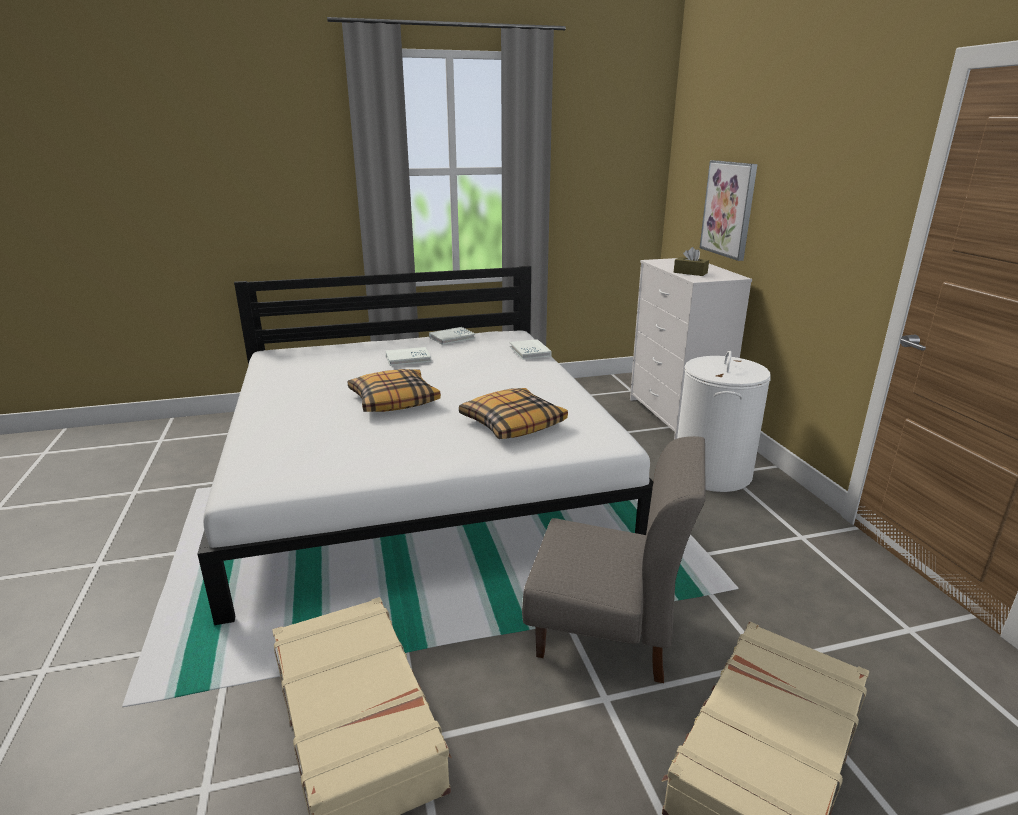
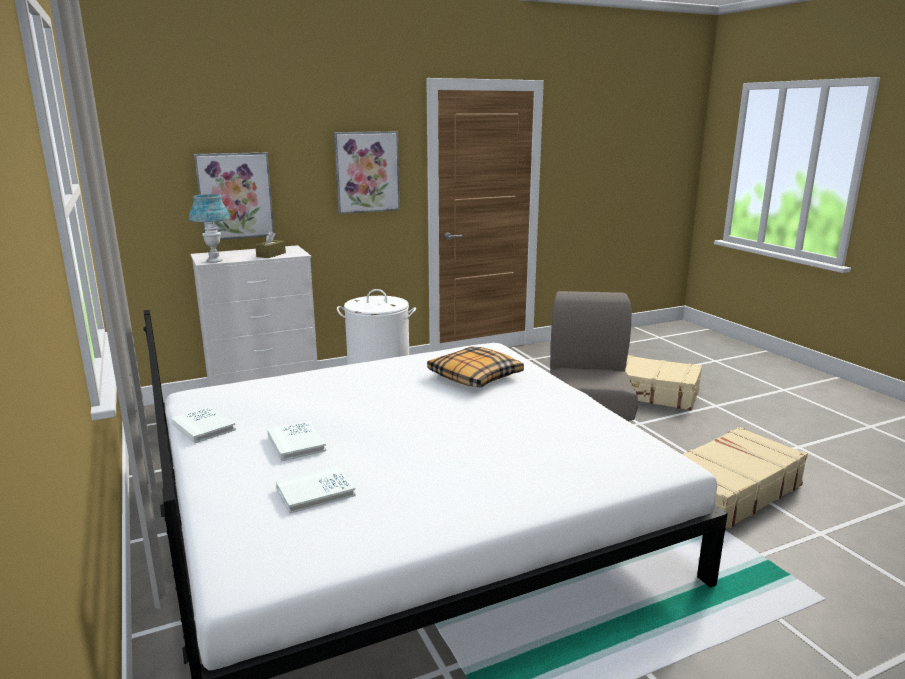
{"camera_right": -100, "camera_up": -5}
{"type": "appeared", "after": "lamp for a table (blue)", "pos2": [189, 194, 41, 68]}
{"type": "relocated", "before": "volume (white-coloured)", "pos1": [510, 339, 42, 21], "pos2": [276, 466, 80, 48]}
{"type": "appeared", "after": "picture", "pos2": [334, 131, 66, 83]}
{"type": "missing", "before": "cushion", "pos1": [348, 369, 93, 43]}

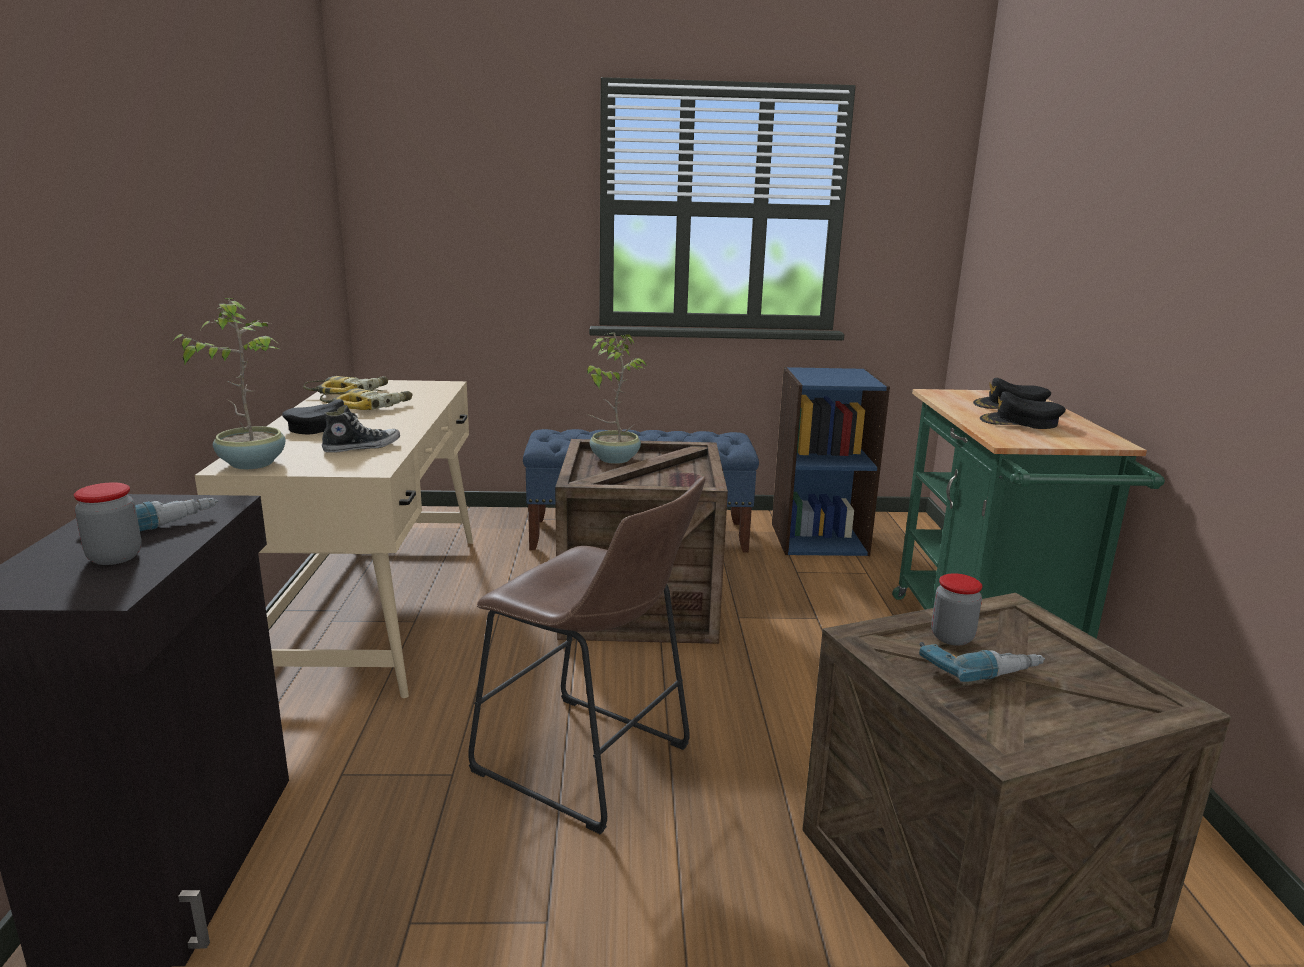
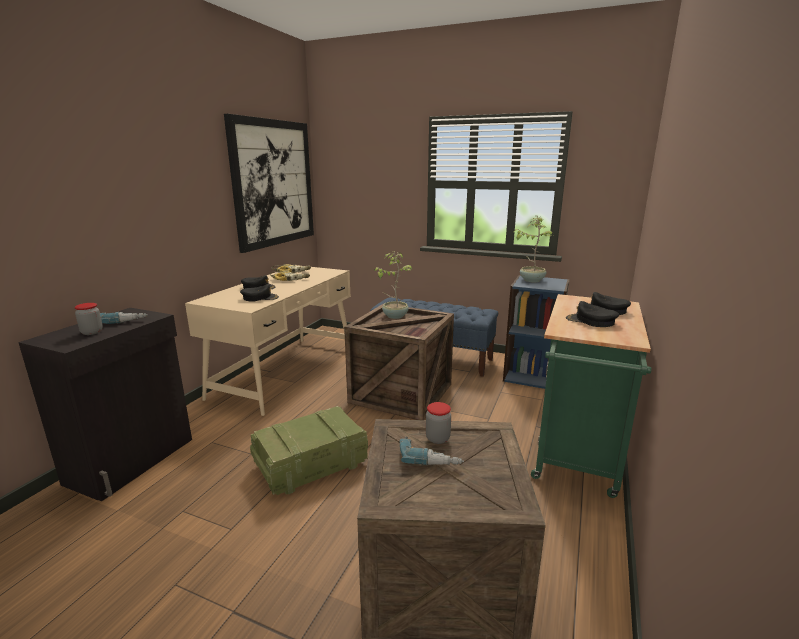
{"camera_right": 25, "camera_up": 0}
{"type": "appeared", "after": "picture", "pos2": [224, 114, 90, 139]}
{"type": "exchanged", "before": "item of footwear", "after": "peaked cap (blackish)", "pos1": [322, 405, 78, 48], "pos2": [240, 284, 39, 18]}
{"type": "exchanged", "before": "sitting stool (brown)", "after": "packing crate", "pos1": [468, 476, 237, 358], "pos2": [250, 406, 118, 89]}
{"type": "relocated", "before": "houseplant", "pos1": [172, 298, 114, 171], "pos2": [514, 216, 40, 66]}

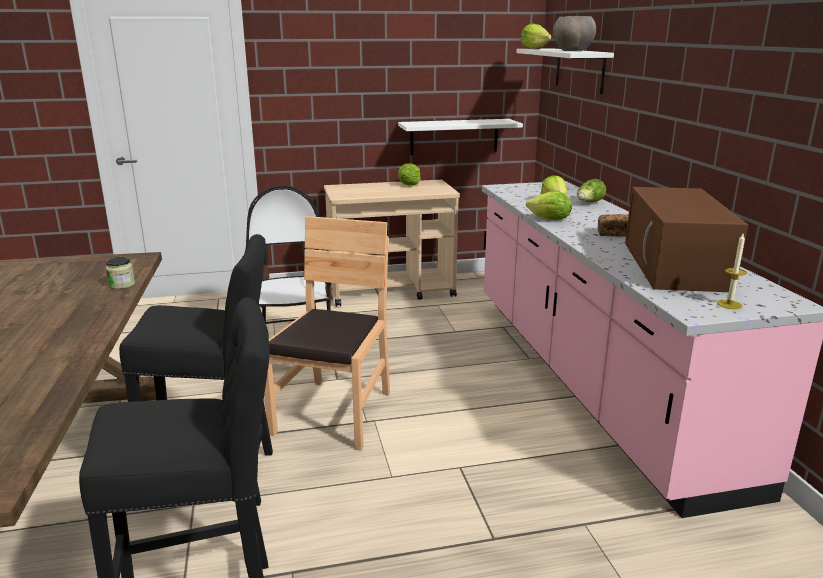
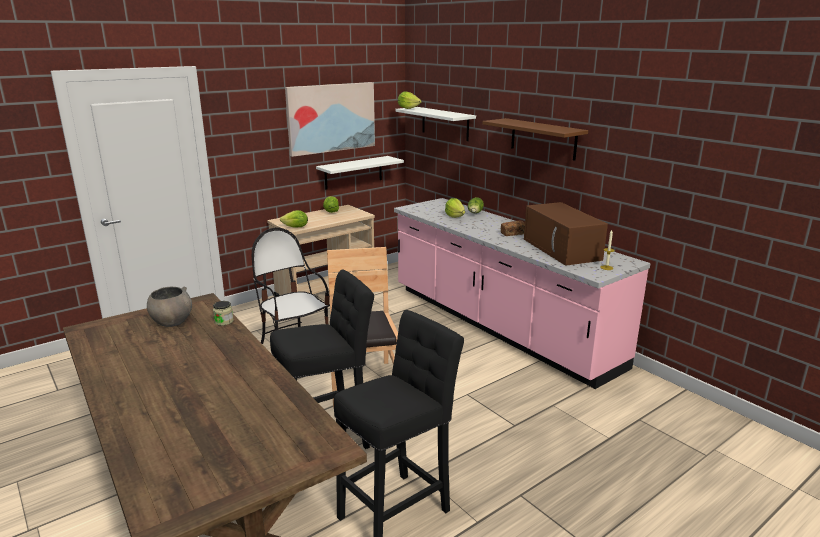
{"camera_right": -25, "camera_up": 0}
{"type": "relocated", "before": "bowl (gray)", "pos1": [553, 16, 43, 35], "pos2": [147, 287, 45, 40]}
{"type": "relocated", "before": "head of lettuce", "pos1": [526, 191, 46, 29], "pos2": [280, 210, 28, 18]}
{"type": "appeared", "after": "picture", "pos2": [285, 82, 90, 75]}
{"type": "appeared", "after": "bracket shelf (brown)", "pos2": [482, 118, 106, 43]}

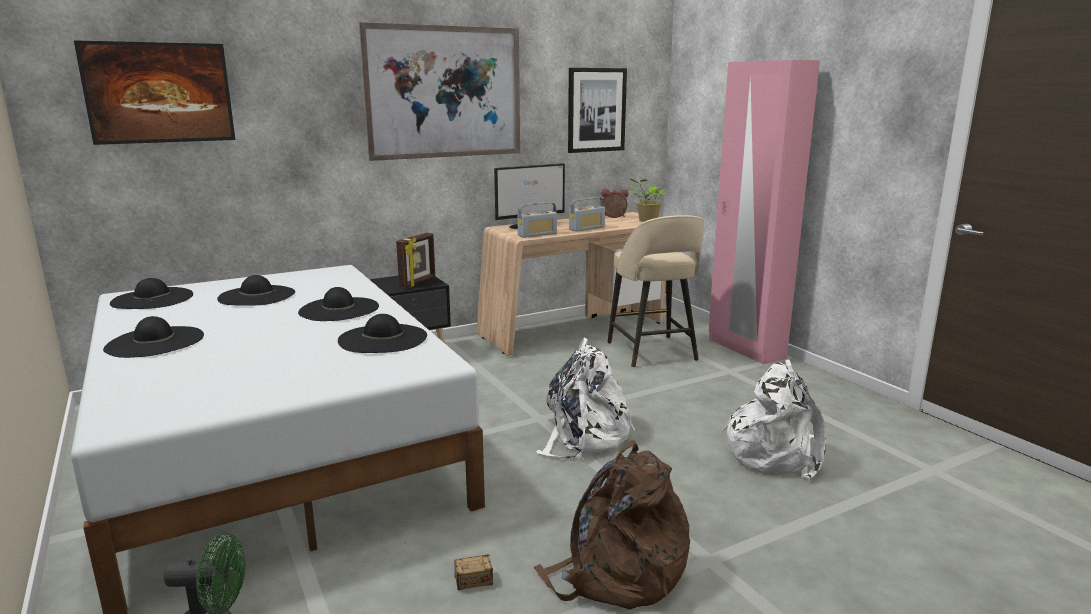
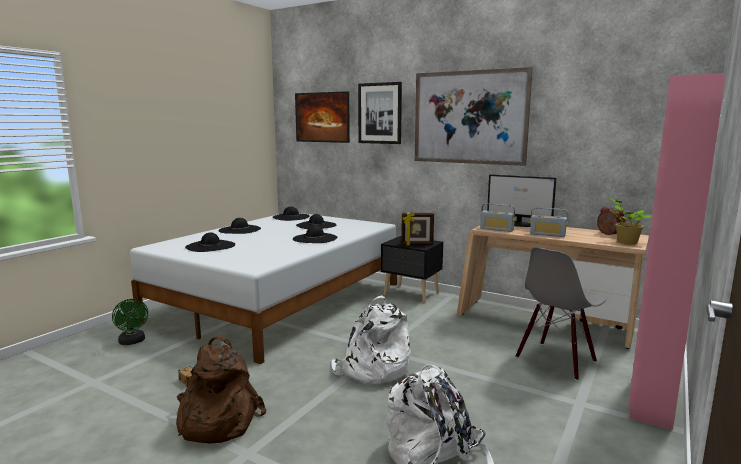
{"camera_right": 60, "camera_up": -5}
{"type": "relocated", "before": "clothing hat (blackish)", "pos1": [338, 314, 89, 39], "pos2": [185, 232, 50, 20]}
{"type": "relocated", "before": "picture", "pos1": [568, 68, 59, 85], "pos2": [358, 82, 44, 62]}
{"type": "exchanged", "before": "sitting stool (beige-coloured)", "after": "plain chair (gray)", "pos1": [608, 215, 96, 152], "pos2": [516, 247, 90, 134]}

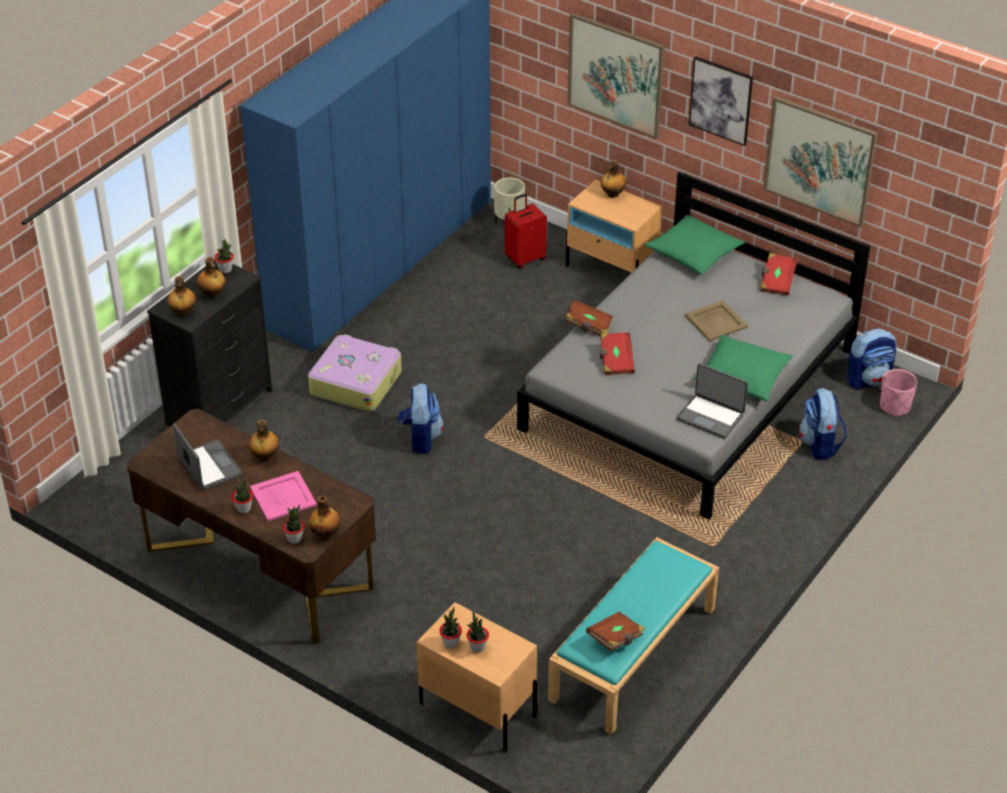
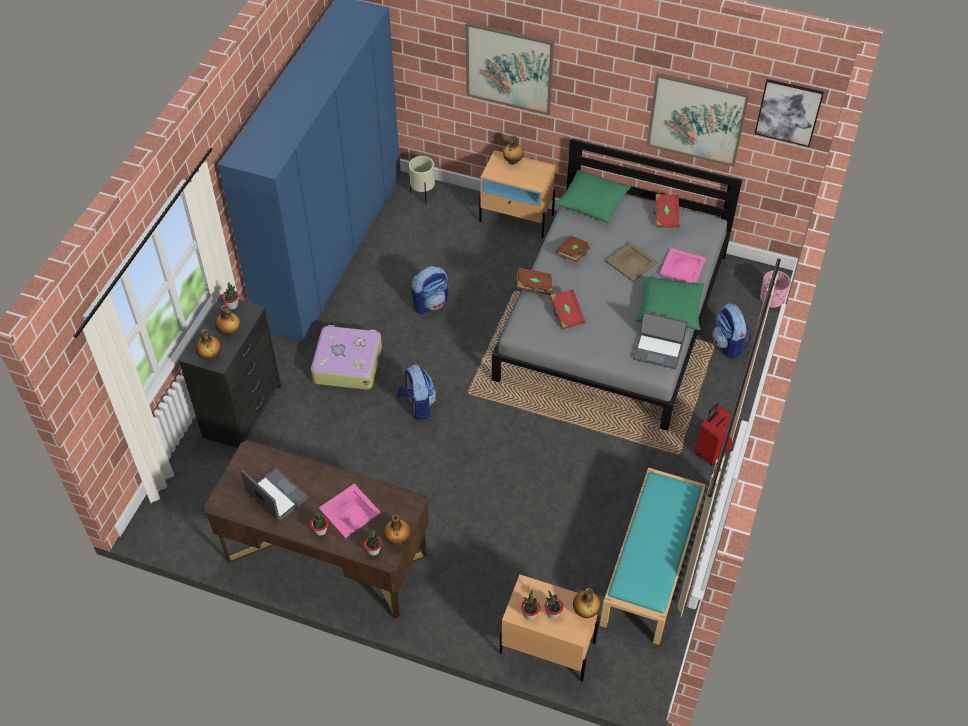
{"camera_right": -15, "camera_up": 10}
{"type": "relocated", "before": "knapsack", "pos1": [847, 328, 49, 61], "pos2": [411, 266, 37, 48]}
{"type": "relocated", "before": "volume (brown)", "pos1": [586, 612, 59, 39], "pos2": [556, 236, 36, 26]}
{"type": "relocated", "before": "bottle", "pos1": [249, 420, 30, 42], "pos2": [573, 588, 27, 30]}
{"type": "appeared", "after": "carrying tray (pinkish)", "pos2": [660, 248, 46, 35]}
{"type": "relocated", "before": "piece of luggage (red-coloured)", "pos1": [505, 194, 42, 75], "pos2": [694, 403, 45, 62]}
{"type": "relocated", "before": "picture", "pos1": [689, 56, 64, 90], "pos2": [755, 79, 69, 68]}

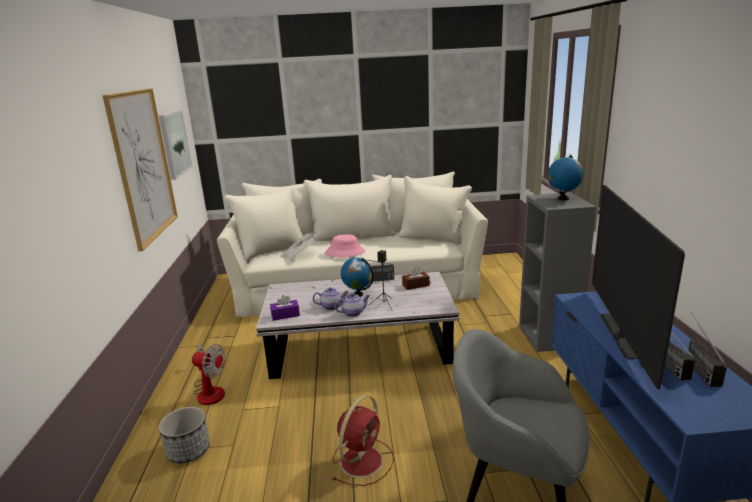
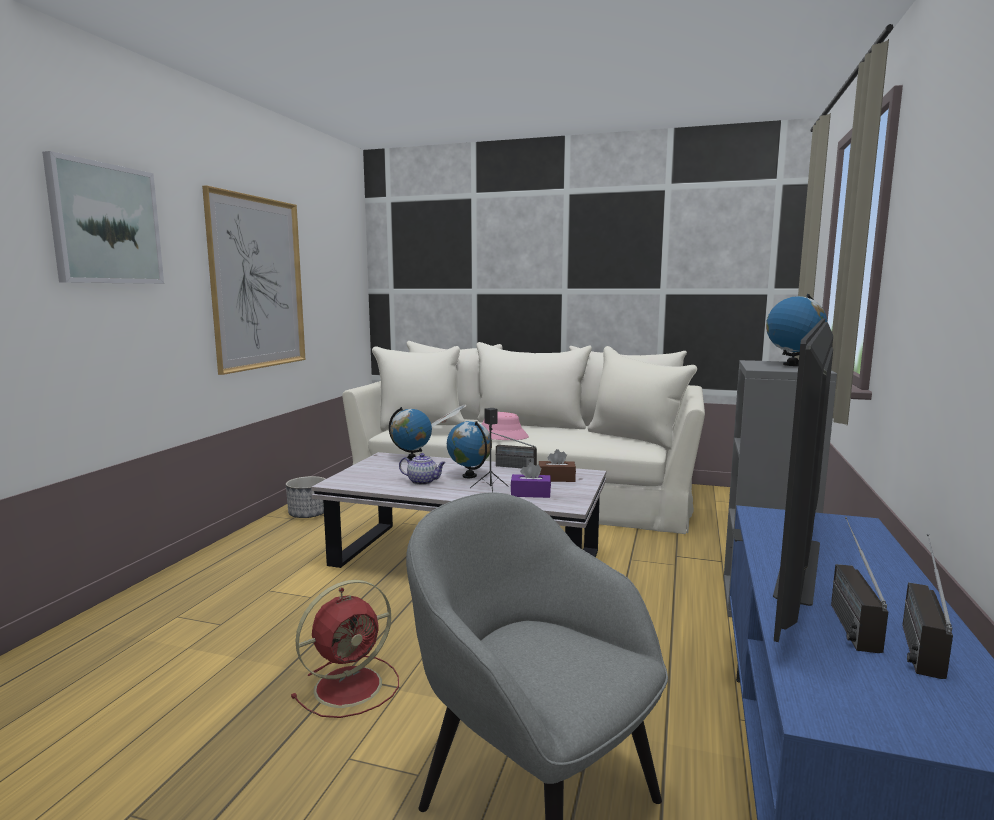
{"camera_right": 20, "camera_up": -10}
{"type": "relocated", "before": "picture", "pos1": [159, 110, 34, 70], "pos2": [42, 151, 122, 133]}
{"type": "relocated", "before": "plant pot", "pos1": [158, 407, 52, 56], "pos2": [286, 476, 40, 42]}
{"type": "appeared", "after": "desk globe", "pos2": [389, 407, 43, 54]}
{"type": "relocated", "before": "tissue box (purple-coloured)", "pos1": [270, 295, 30, 26], "pos2": [510, 462, 41, 36]}
{"type": "missing", "before": "electric fan", "pos1": [192, 343, 33, 62]}
{"type": "missing", "before": "pot for tea", "pos1": [335, 293, 35, 24]}

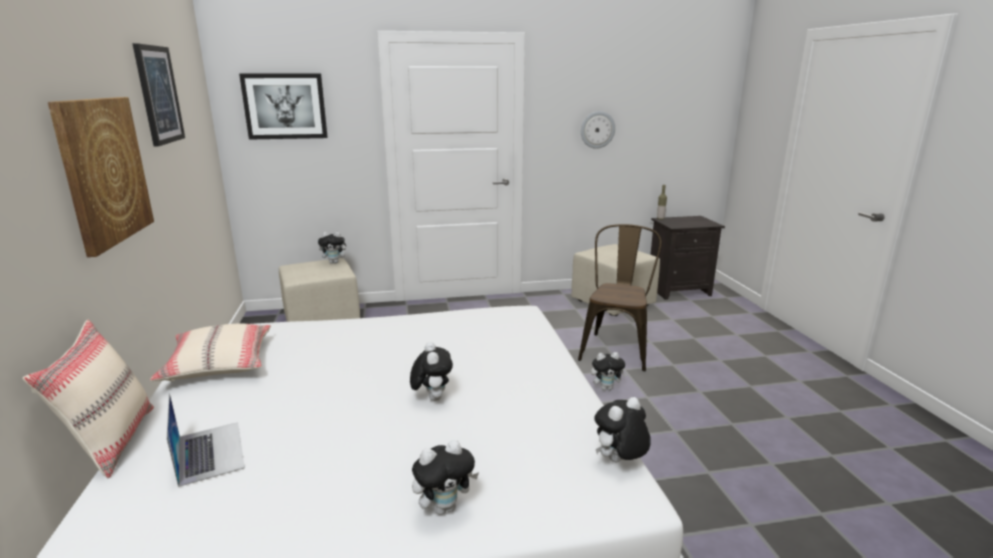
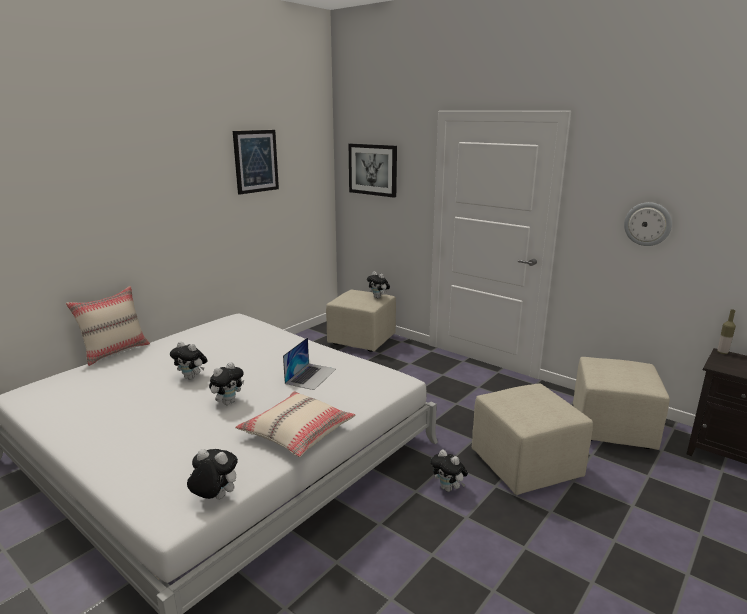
{"camera_right": 50, "camera_up": 0}
{"type": "relocated", "before": "plush toy", "pos1": [412, 440, 67, 75], "pos2": [170, 341, 38, 39]}
{"type": "relocated", "before": "cushion (beige-coloured)", "pos1": [150, 323, 121, 59], "pos2": [235, 391, 120, 66]}
{"type": "relocated", "before": "laptop", "pos1": [166, 393, 79, 94], "pos2": [283, 337, 53, 53]}
{"type": "exchanged", "before": "plain chair (brown)", "after": "pouffe (beige-coloured)", "pos1": [578, 224, 84, 147], "pos2": [472, 383, 121, 112]}
{"type": "missing", "before": "picture", "pos1": [48, 97, 106, 160]}

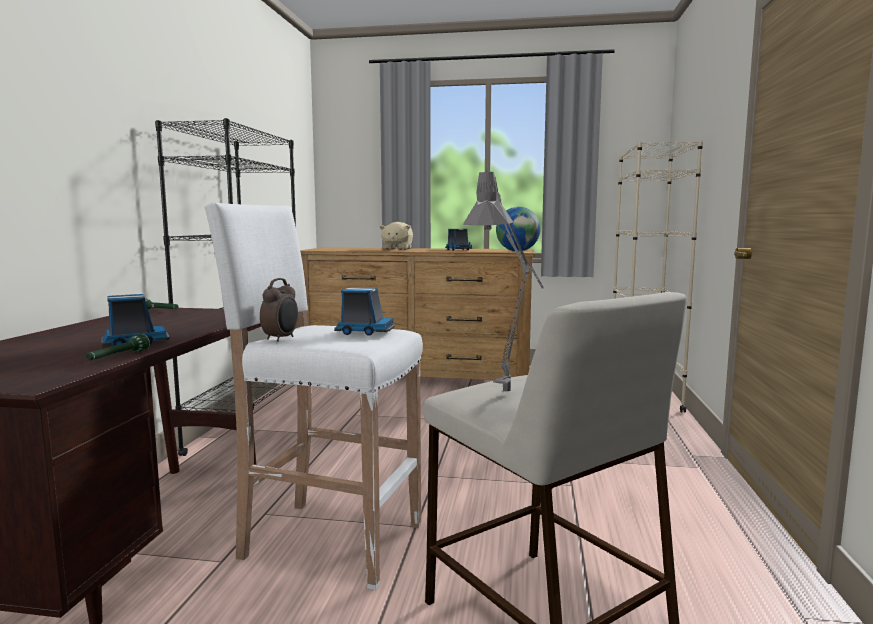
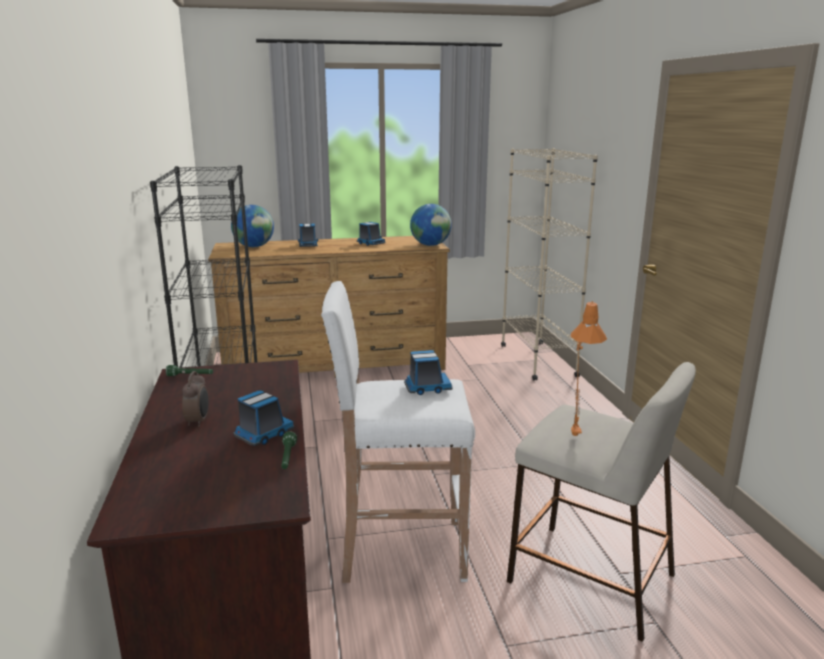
{"camera_right": -20, "camera_up": 10}
{"type": "relocated", "before": "bedside clock", "pos1": [260, 278, 38, 64], "pos2": [182, 371, 27, 56]}
{"type": "appeared", "after": "desk globe", "pos2": [231, 205, 43, 42]}
{"type": "exchanged", "before": "plush toy (beige-coloured)", "after": "model truck", "pos1": [379, 222, 34, 28], "pos2": [298, 223, 20, 24]}
{"type": "colour", "before": "lamp for a table (gray)", "after": "lamp for a table (orangey)", "pos1": [463, 167, 81, 226], "pos2": [571, 301, 36, 138]}

